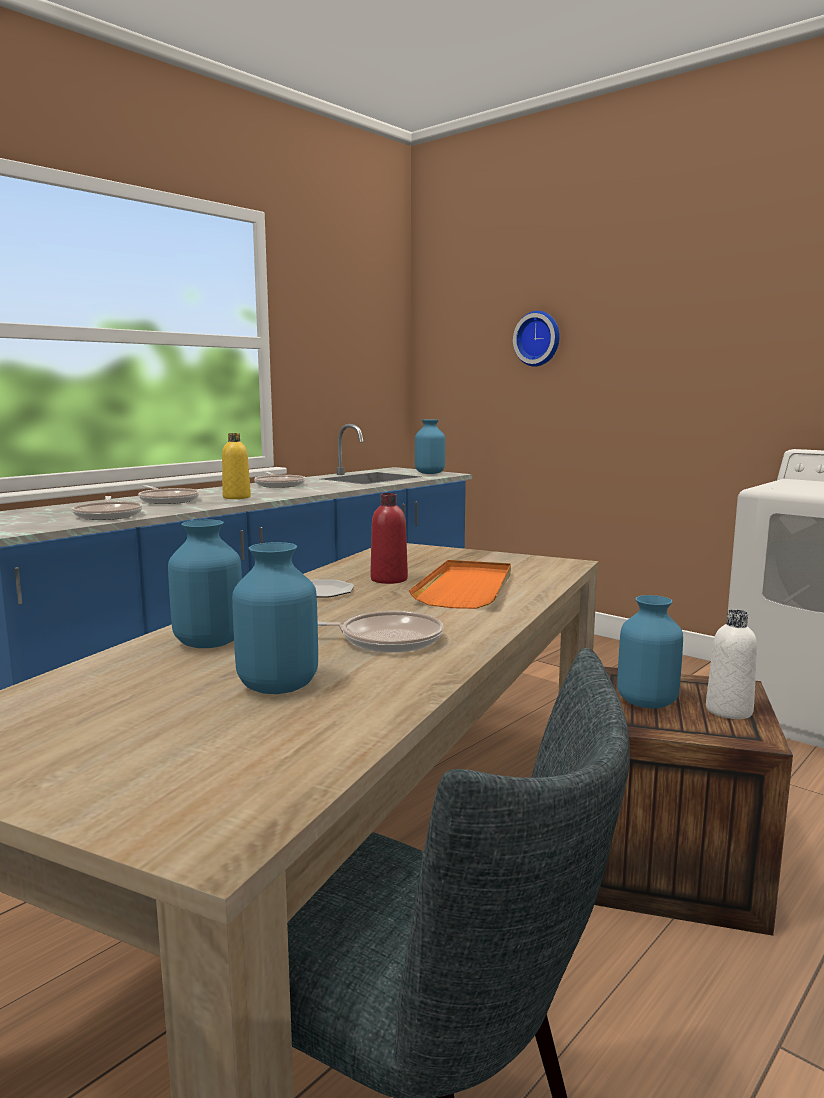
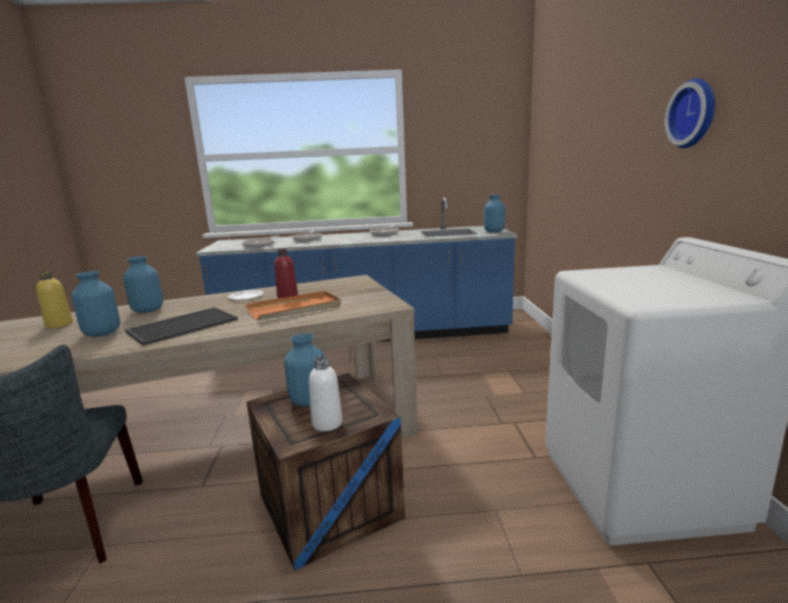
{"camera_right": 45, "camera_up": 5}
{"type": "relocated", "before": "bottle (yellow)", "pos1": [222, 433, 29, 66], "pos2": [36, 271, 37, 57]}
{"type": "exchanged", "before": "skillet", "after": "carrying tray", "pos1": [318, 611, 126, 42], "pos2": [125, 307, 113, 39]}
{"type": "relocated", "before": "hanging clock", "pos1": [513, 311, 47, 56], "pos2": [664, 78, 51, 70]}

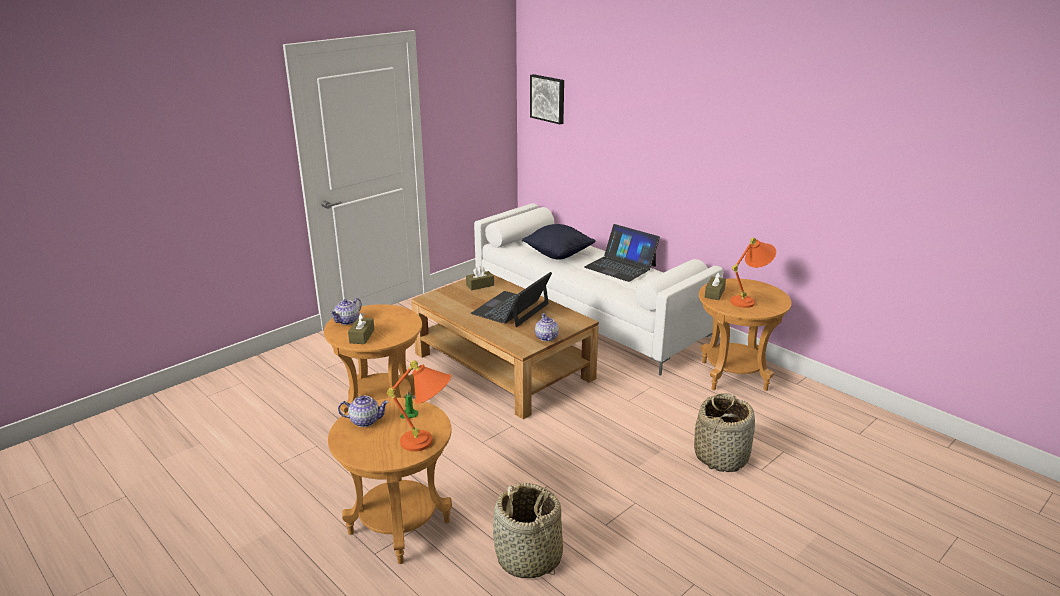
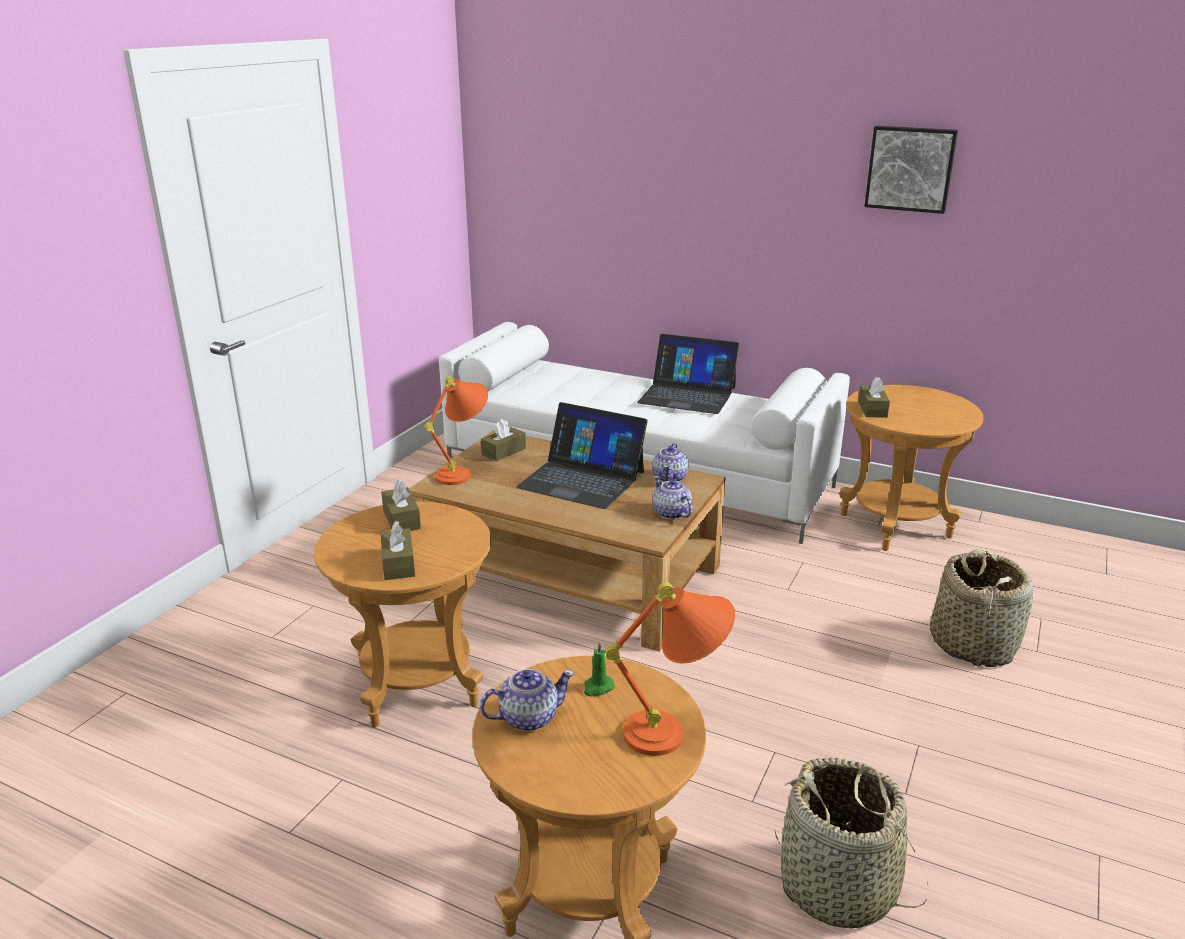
{"camera_right": -20, "camera_up": 0}
{"type": "appeared", "after": "tissue box (brown)", "pos2": [381, 479, 40, 52]}
{"type": "relocated", "before": "lamp for a table (orangey)", "pos1": [731, 238, 45, 70], "pos2": [424, 376, 64, 109]}
{"type": "spun", "before": "laptop", "pos1": [471, 272, 81, 55], "pos2": [516, 402, 132, 107], "turn": -75}
{"type": "relocated", "before": "pot for tea", "pos1": [330, 298, 32, 27], "pos2": [652, 443, 37, 39]}
{"type": "relocated", "before": "picture", "pos1": [530, 74, 34, 50], "pos2": [864, 126, 94, 88]}
{"type": "missing", "before": "cushion (blackish)", "pos1": [522, 224, 74, 36]}

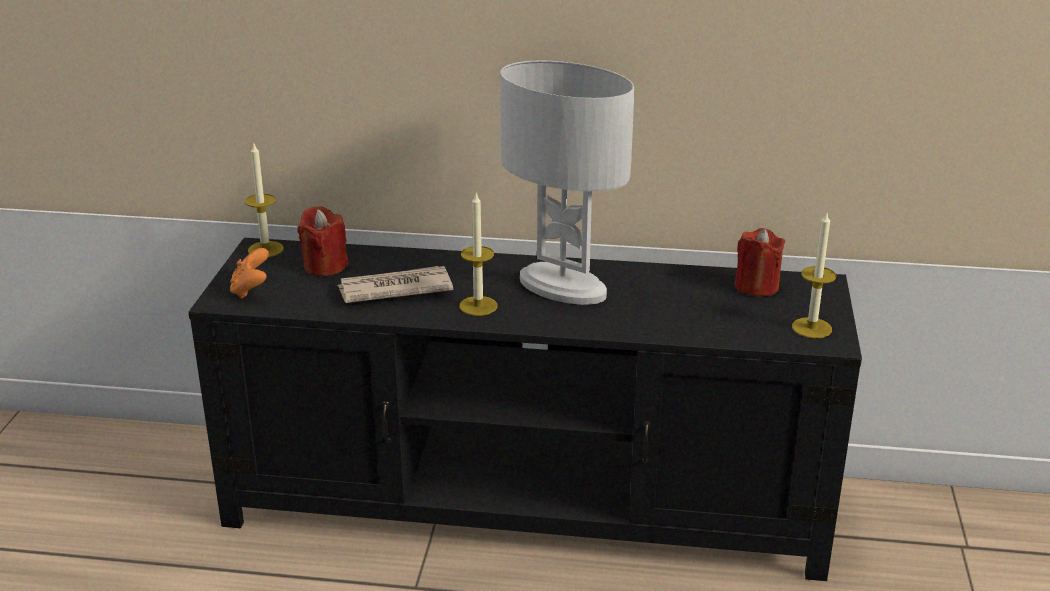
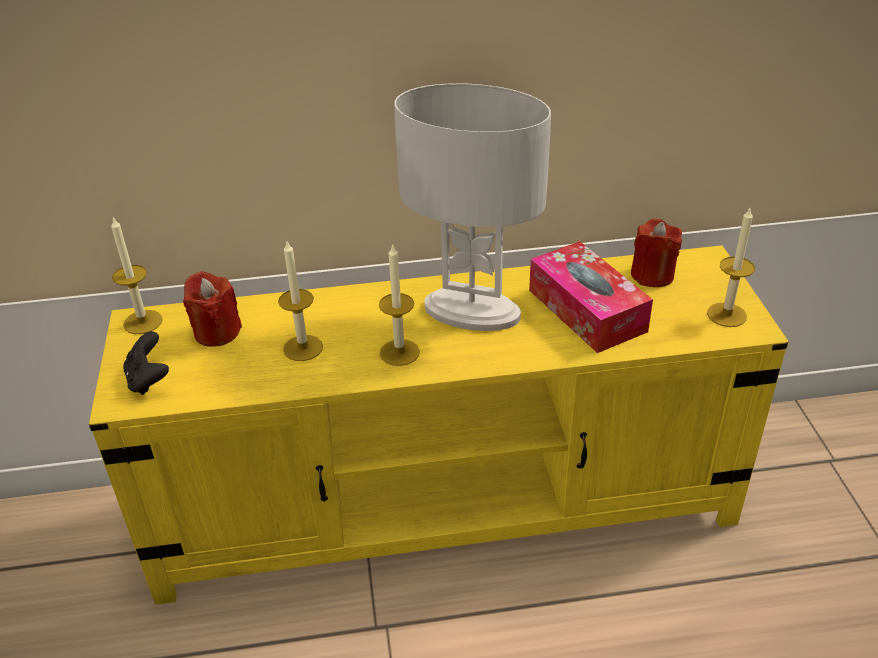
{"camera_right": -15, "camera_up": 10}
{"type": "colour", "before": "tv stand (blackish)", "after": "tv stand (yellow)", "pos1": [188, 238, 674, 343], "pos2": [89, 245, 699, 360]}
{"type": "colour", "before": "joypad (orangey)", "after": "joypad (blackish)", "pos1": [230, 248, 39, 51], "pos2": [123, 331, 46, 64]}
{"type": "exchanged", "before": "printed paper", "after": "candle", "pos1": [338, 266, 115, 37], "pos2": [278, 242, 45, 119]}
{"type": "appeared", "after": "tissue box", "pos2": [529, 241, 124, 112]}

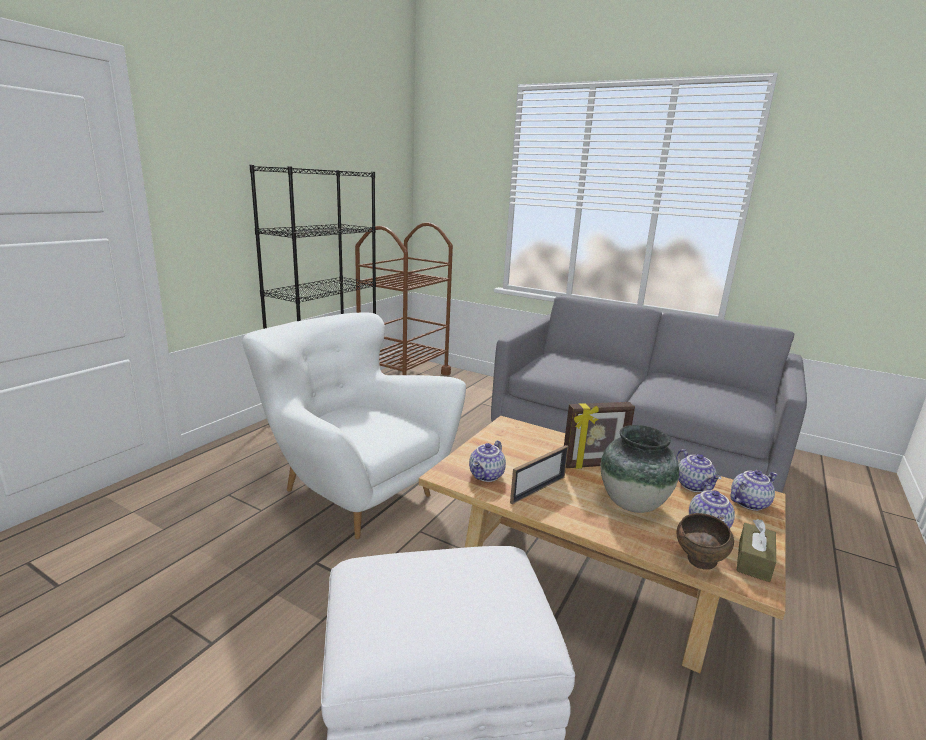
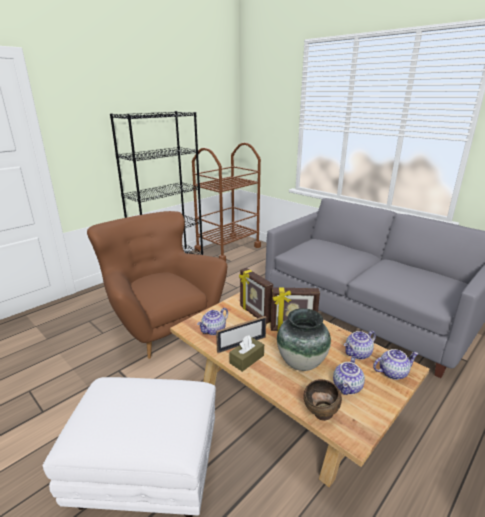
{"camera_right": 15, "camera_up": 5}
{"type": "colour", "before": "lounge chair (white-coloured)", "after": "lounge chair (brown)", "pos1": [242, 313, 224, 226], "pos2": [87, 211, 140, 148]}
{"type": "relocated", "before": "tissue box (brown)", "pos1": [737, 519, 39, 63], "pos2": [229, 335, 35, 37]}
{"type": "appeared", "after": "picture frame", "pos2": [239, 268, 34, 56]}
{"type": "spun", "before": "pot for tea", "pos1": [676, 449, 45, 43], "pos2": [344, 331, 32, 29], "turn": 60}

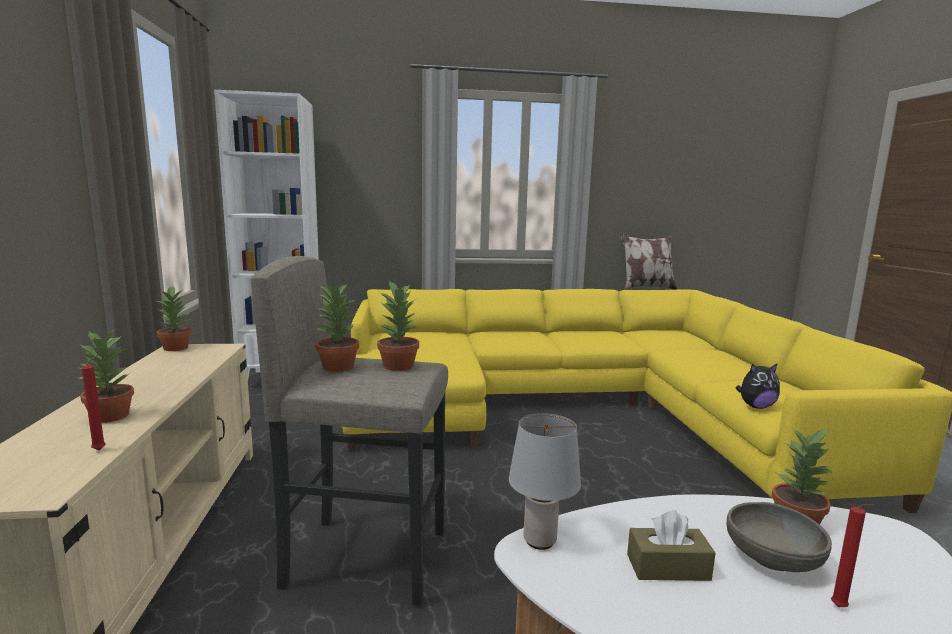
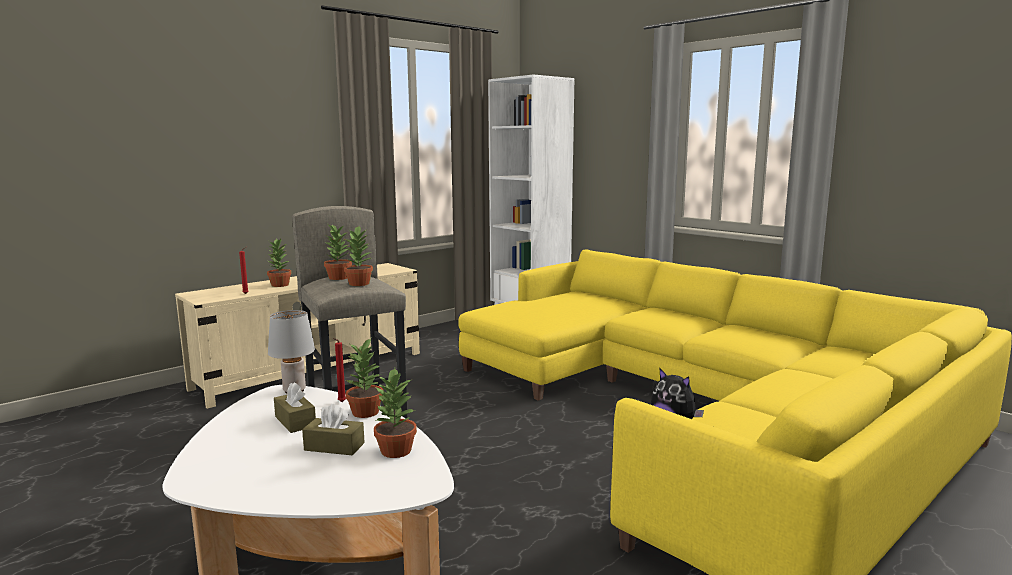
{"camera_right": 55, "camera_up": 0}
{"type": "exchanged", "before": "bowl (gray)", "after": "tissue box (brown)", "pos1": [727, 502, 105, 70], "pos2": [302, 404, 63, 51]}
{"type": "relocated", "before": "candle (red-coloured)", "pos1": [831, 504, 44, 103], "pos2": [333, 338, 13, 64]}
{"type": "relocated", "before": "houseplant", "pos1": [156, 285, 36, 66], "pos2": [345, 338, 38, 80]}
{"type": "missing", "before": "cushion", "pos1": [619, 233, 58, 57]}

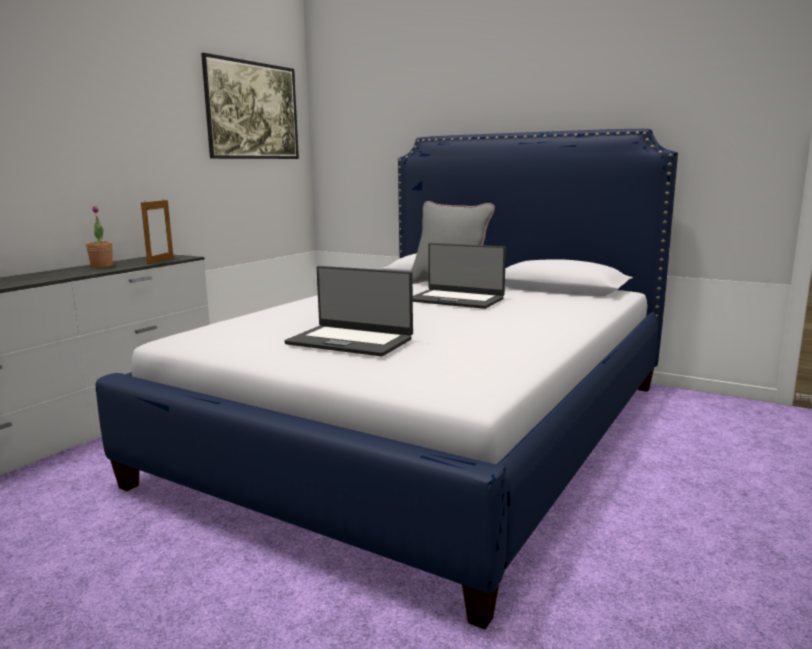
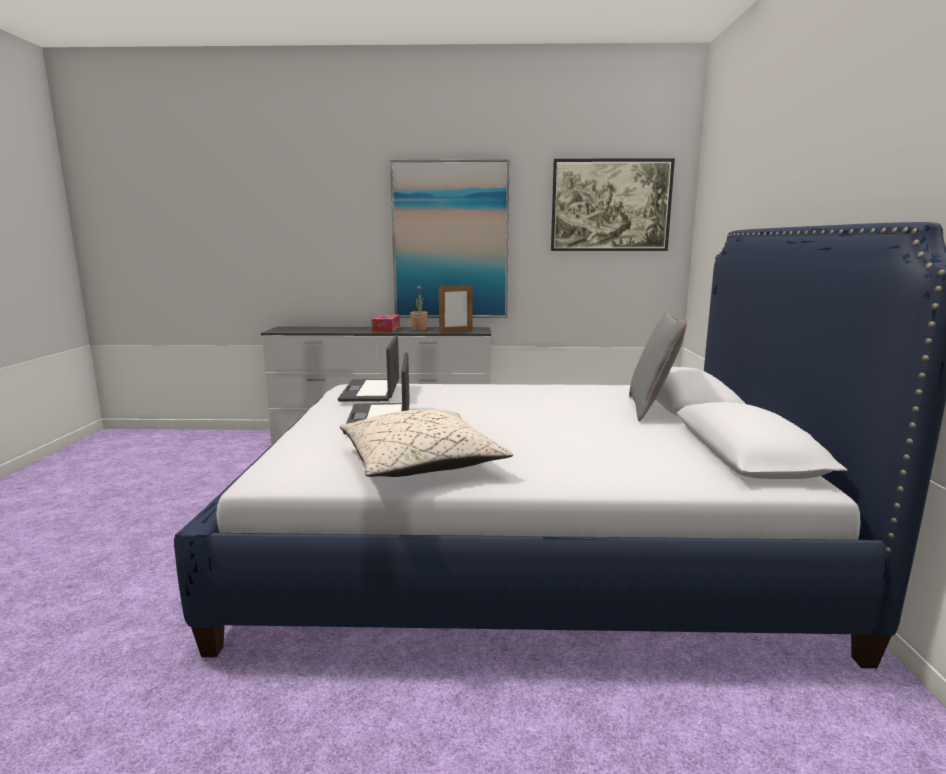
{"camera_right": 60, "camera_up": 0}
{"type": "relocated", "before": "laptop", "pos1": [413, 243, 93, 66], "pos2": [338, 335, 61, 67]}
{"type": "appeared", "after": "cushion (beige-coloured)", "pos2": [340, 409, 173, 68]}
{"type": "appeared", "after": "tissue box", "pos2": [372, 314, 28, 19]}
{"type": "appeared", "after": "picture", "pos2": [390, 159, 120, 159]}

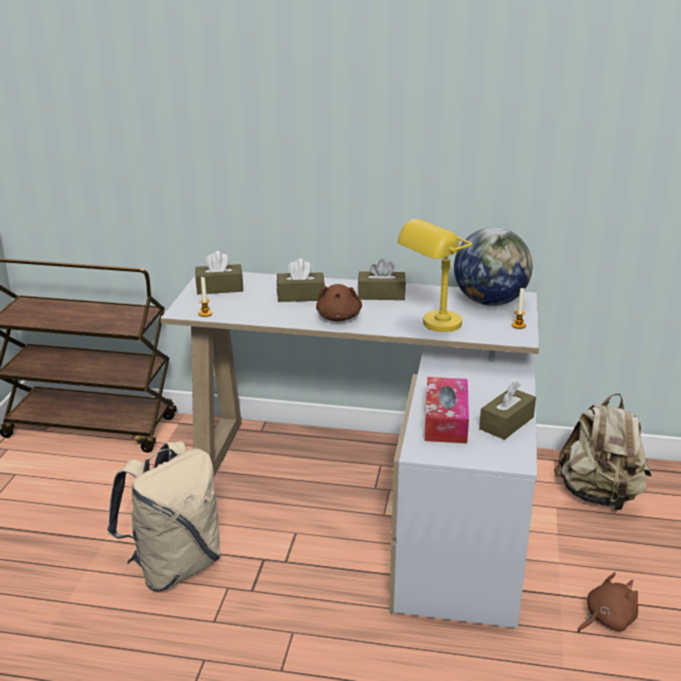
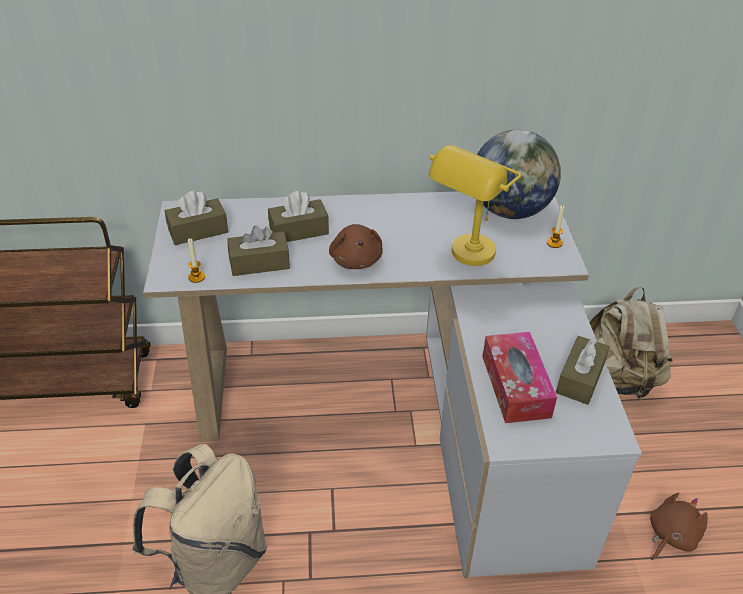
{"camera_right": -15, "camera_up": 15}
{"type": "relocated", "before": "tissue box (brown)", "pos1": [358, 259, 48, 41], "pos2": [227, 225, 63, 51]}

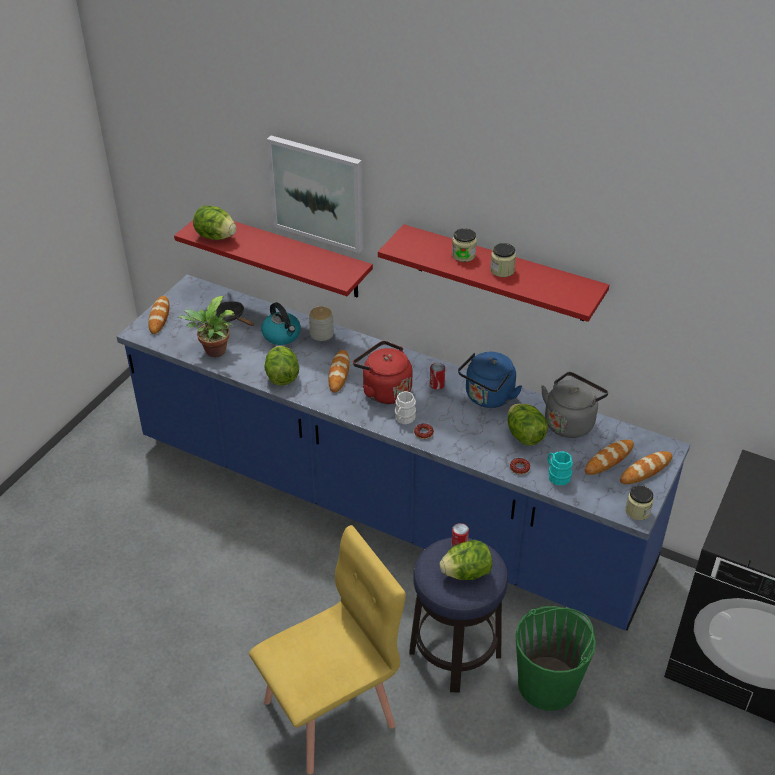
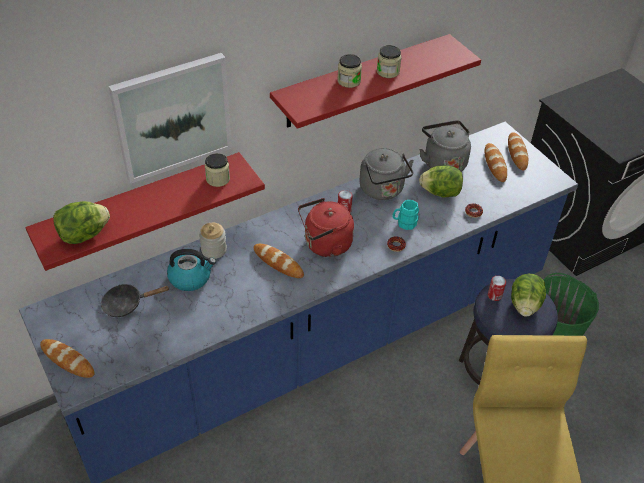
{"camera_right": -60, "camera_up": 5}
{"type": "relocated", "before": "preserve jar", "pos1": [625, 485, 29, 35], "pos2": [205, 153, 25, 34]}
{"type": "colour", "before": "water kettle (blue)", "after": "water kettle (gray)", "pos1": [458, 352, 65, 56], "pos2": [359, 148, 55, 52]}
{"type": "relocated", "before": "tea mug (turquoise-coloured)", "pos1": [548, 451, 25, 34], "pos2": [392, 200, 27, 30]}
{"type": "missing", "before": "houseplant", "pos1": [177, 296, 58, 61]}
{"type": "missing", "before": "head of lettuce", "pos1": [264, 346, 35, 39]}
{"type": "missing", "before": "tea mug (white-coloured)", "pos1": [395, 391, 21, 34]}

